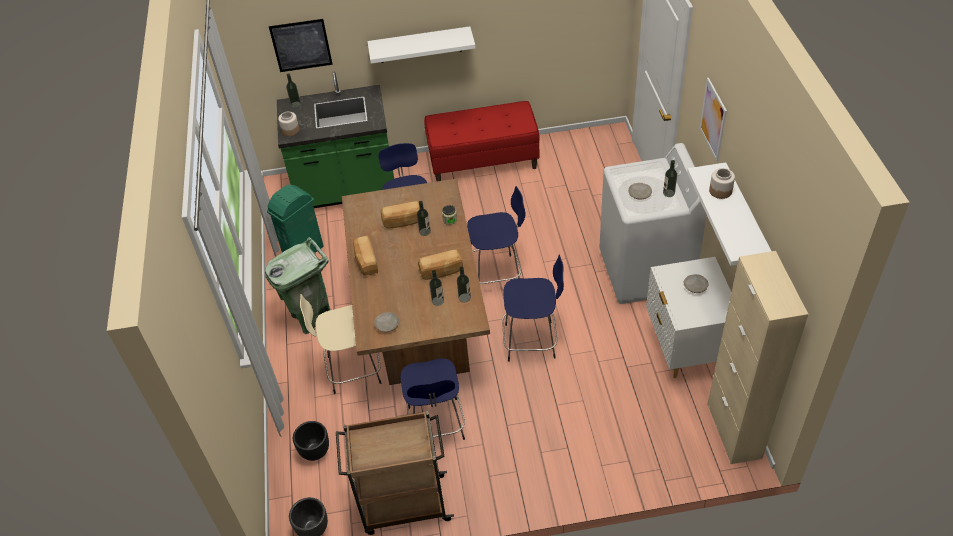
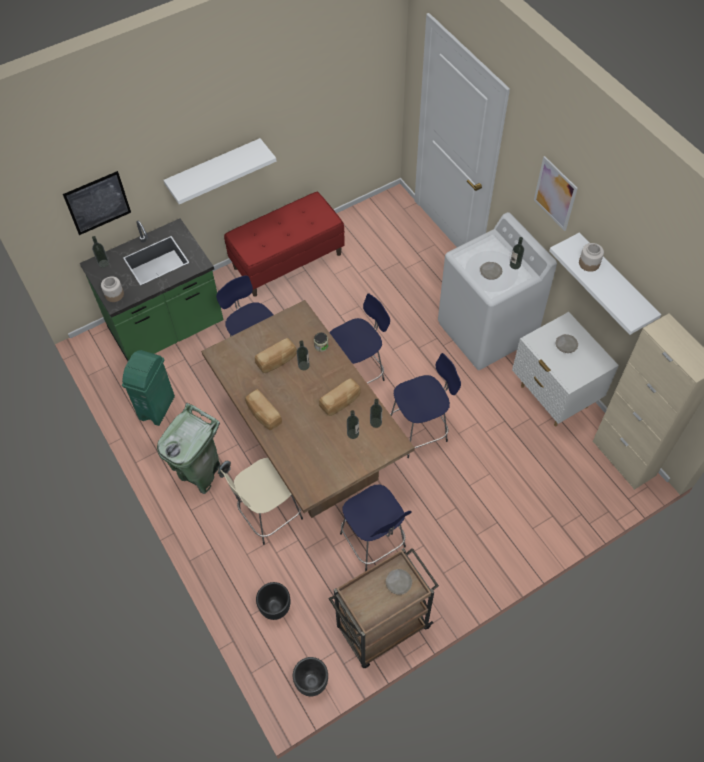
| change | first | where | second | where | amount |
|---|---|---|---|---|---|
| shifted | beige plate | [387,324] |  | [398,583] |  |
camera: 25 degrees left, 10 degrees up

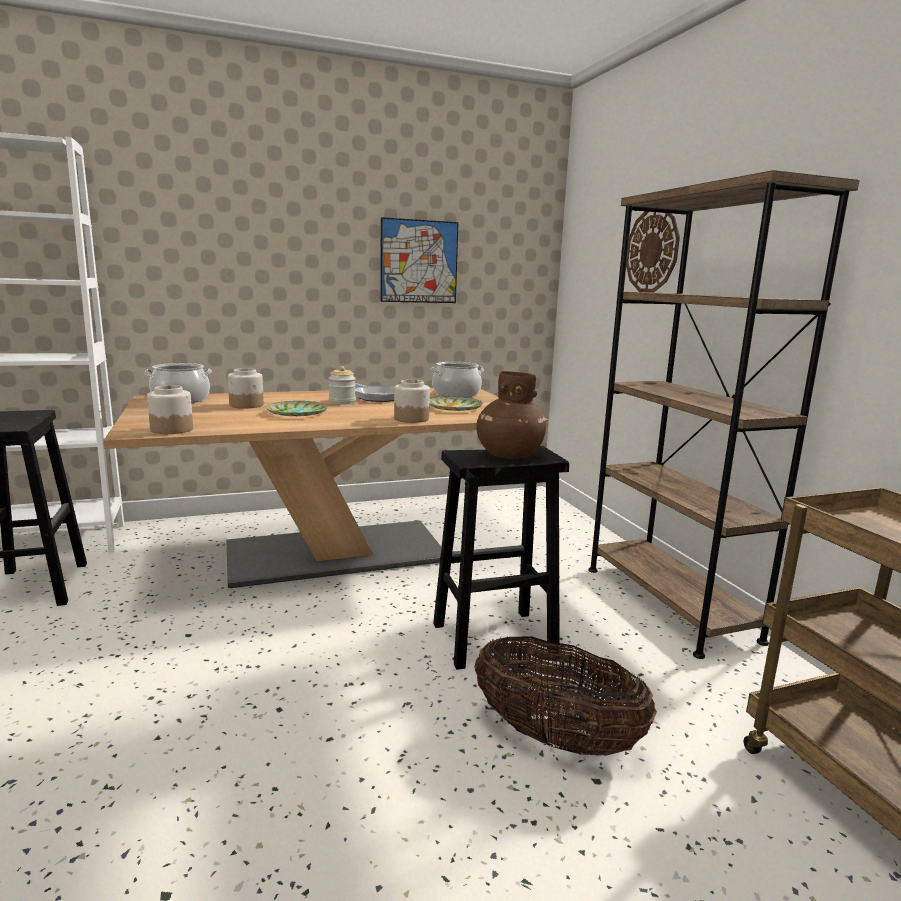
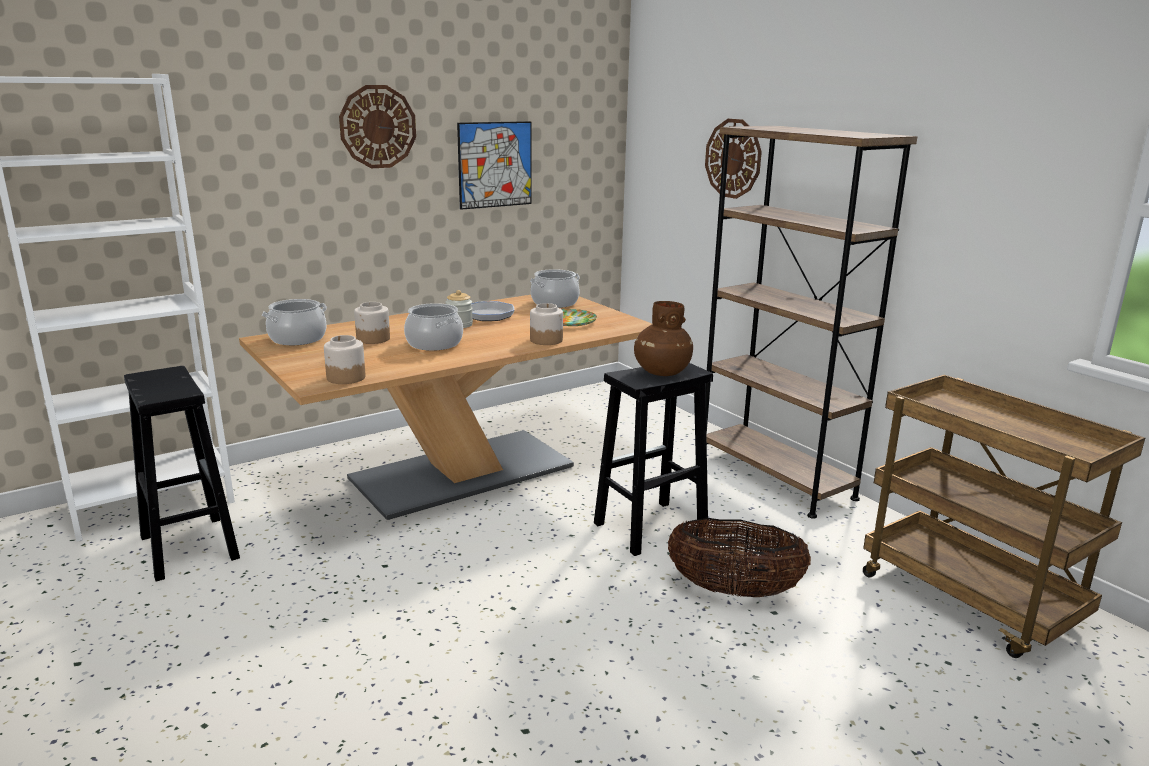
| change | first | where | second | where | amount |
|---|---|---|---|---|---|
| new |  |  | wall clock | [378,127] |  |
| swapped | plate | [297,412] | cooking pot | [434,344] |  |
camera: 15 degrees left, 5 degrees up

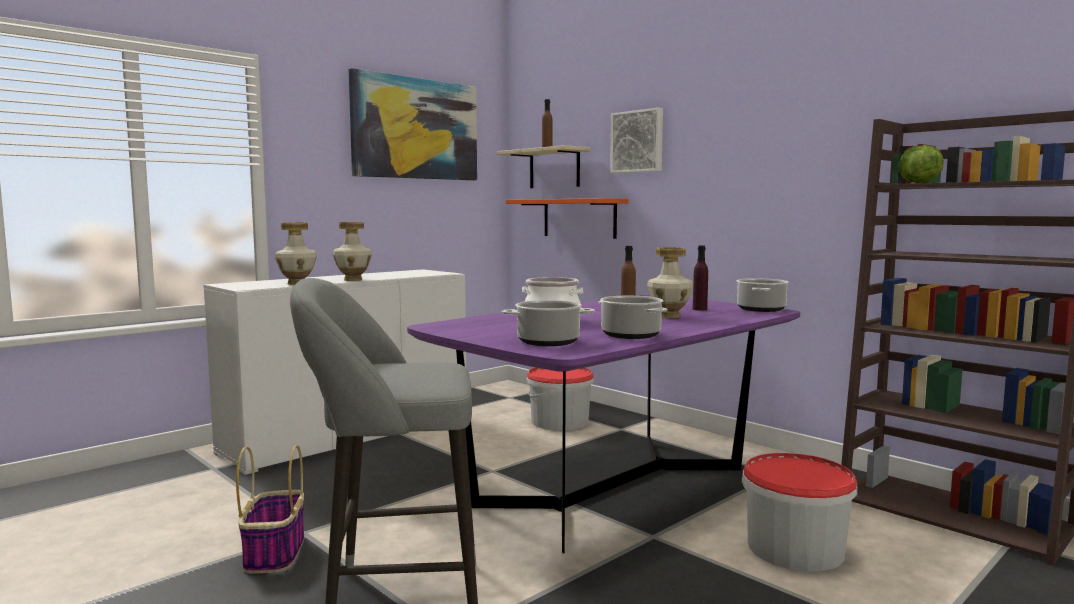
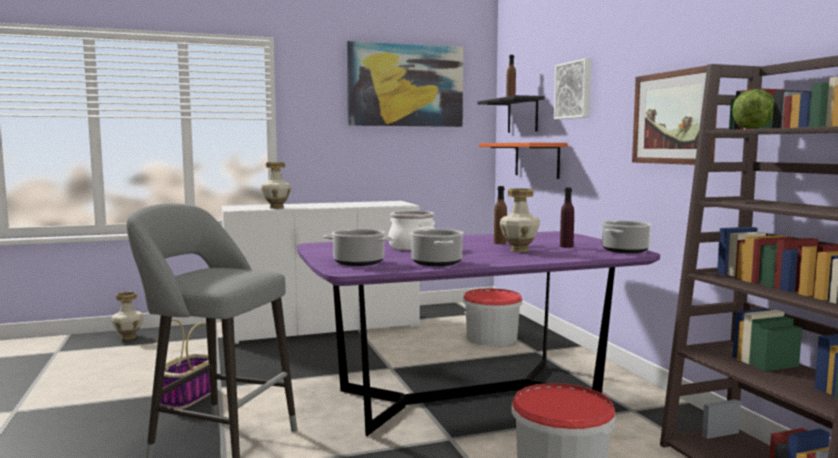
| change | first | where | second | where | amount |
|---|---|---|---|---|---|
| new |  |  | picture | [674,117] |  |
| shifted | vase | [353,280] |  | [128,337] |  |
| repainted | beige shelf | [554,168] | black shelf | [522,115] |  |
camera: 25 degrees right, 0 degrees up

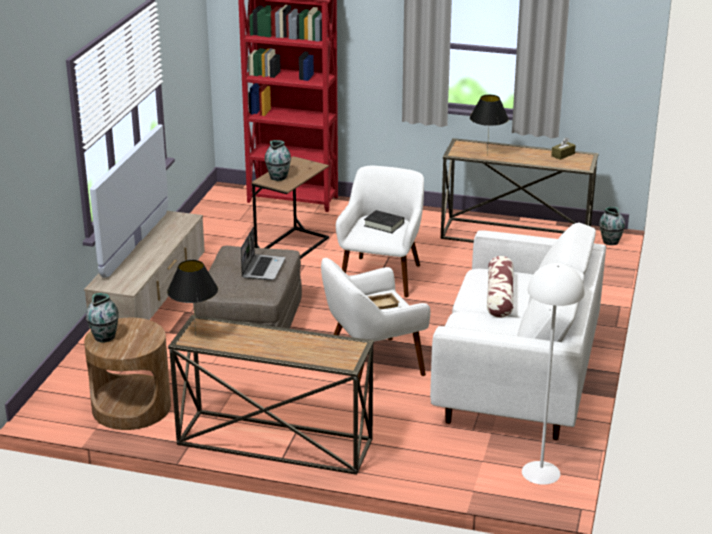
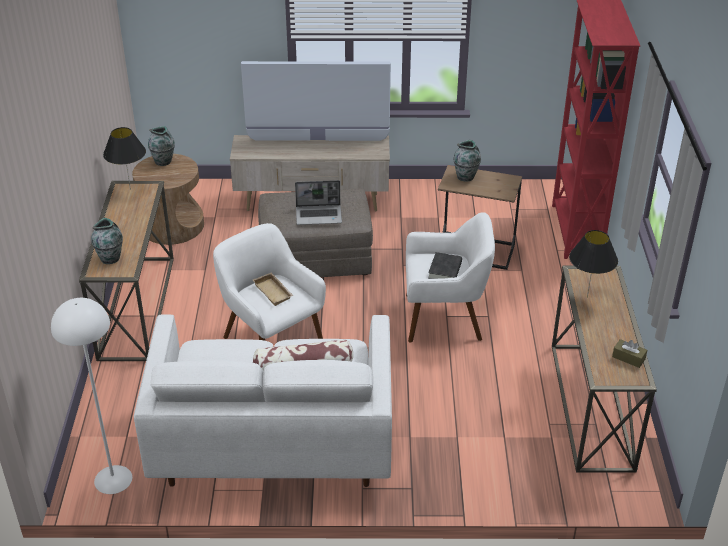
| change | first | where | second | where | amount |
|---|---|---|---|---|---|
| shifted | vase | [610,241] |  | [110,258] |  |
camera: 75 degrees right, 10 degrees up

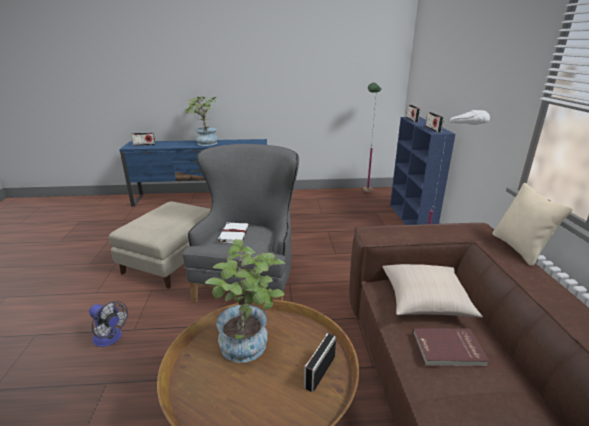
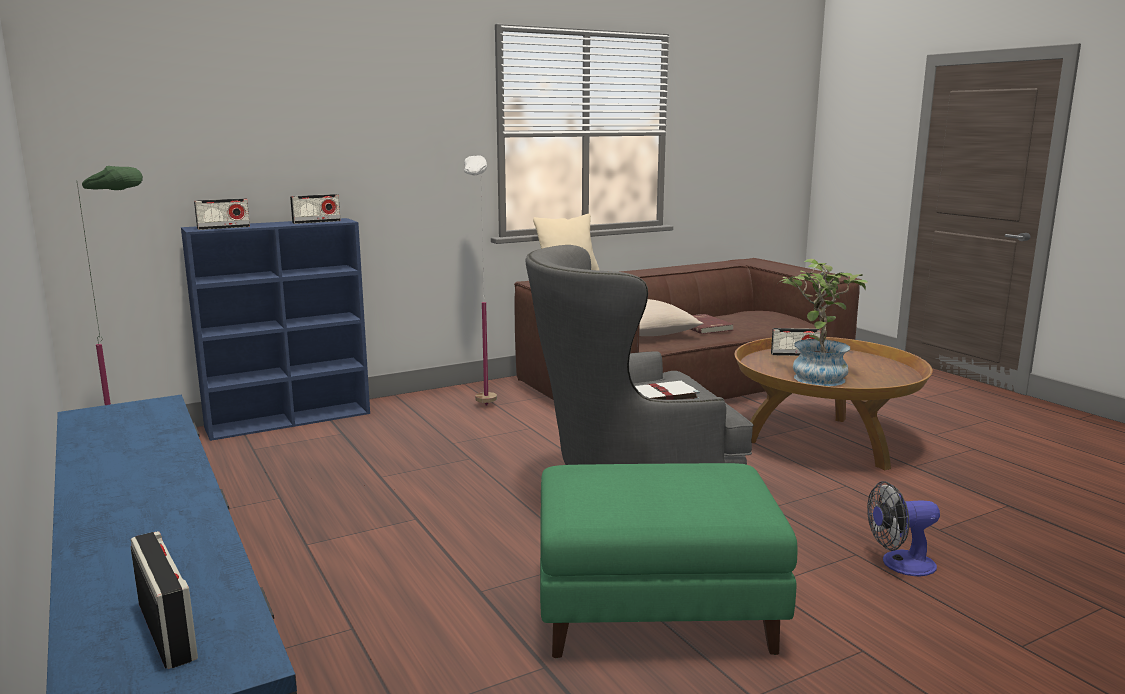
| change | first | where | second | where | amount |
|---|---|---|---|---|---|
| gone | potted plant | [205,144] |  |  |  |
| repainted | beige ottoman | [172,260] | green ottoman | [653,610] |  |
| rotated | fan | [110,339] |  | [899,564] | 105 degrees counterclockwise |
camera: 115 degrees left, 10 degrees down

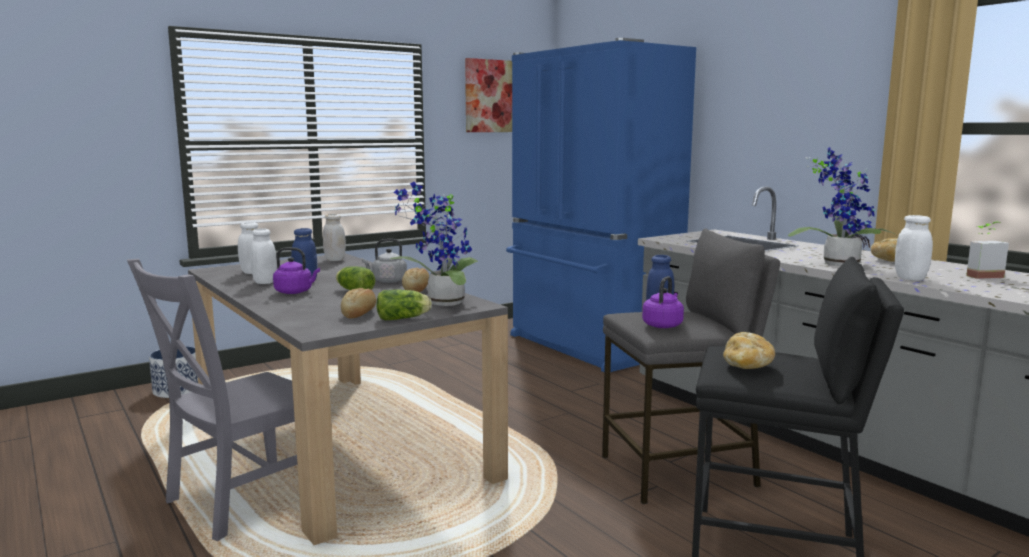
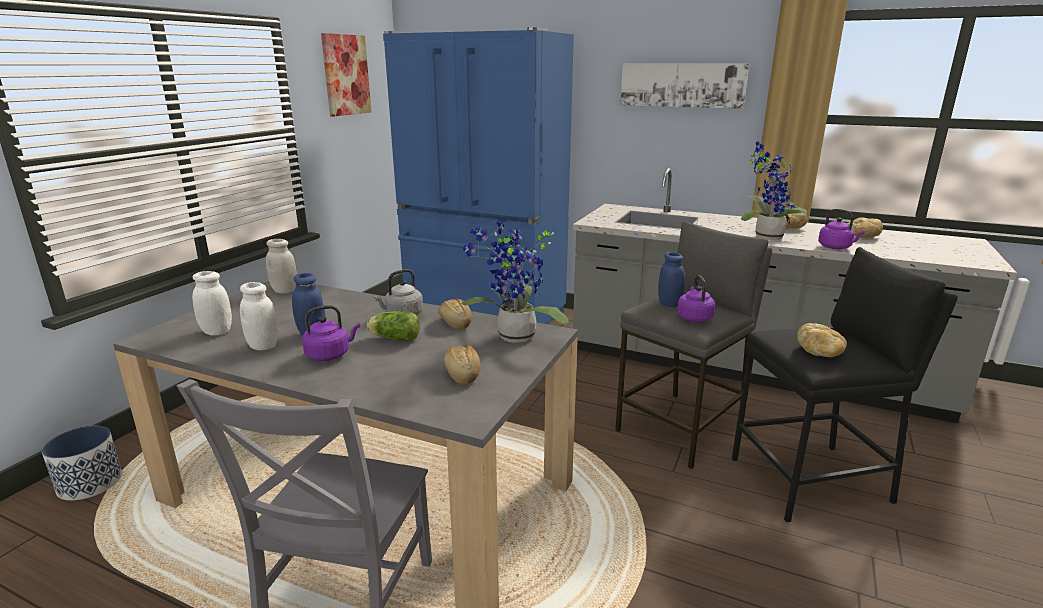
| change | first | where | second | where | amount |
|---|---|---|---|---|---|
| gone | lettuce | [404,318] |  |  |  |
| new |  |  | picture | [682,85] |  |
| swapped | white jar | [910,278] | purple kettle | [836,247] |  |
| swapped | potted plant | [980,275] | bread | [861,236] |  |
camera: 30 degrees left, 10 degrees up

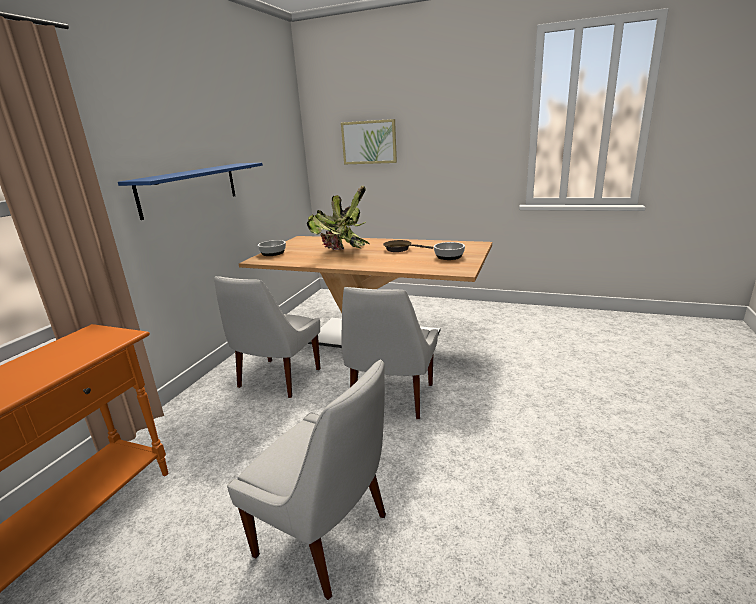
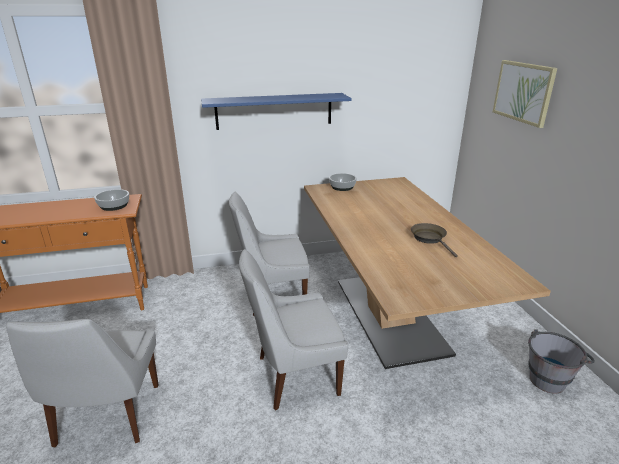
| change | first | where | second | where | amount |
|---|---|---|---|---|---|
| gone | potted plant | [342,252] |  |  |  |
| new |  |  | grey bucket | [550,377] |  |
| shifted | bowl | [448,256] |  | [114,205] |  |
camera: 55 degrees right, 5 degrees up

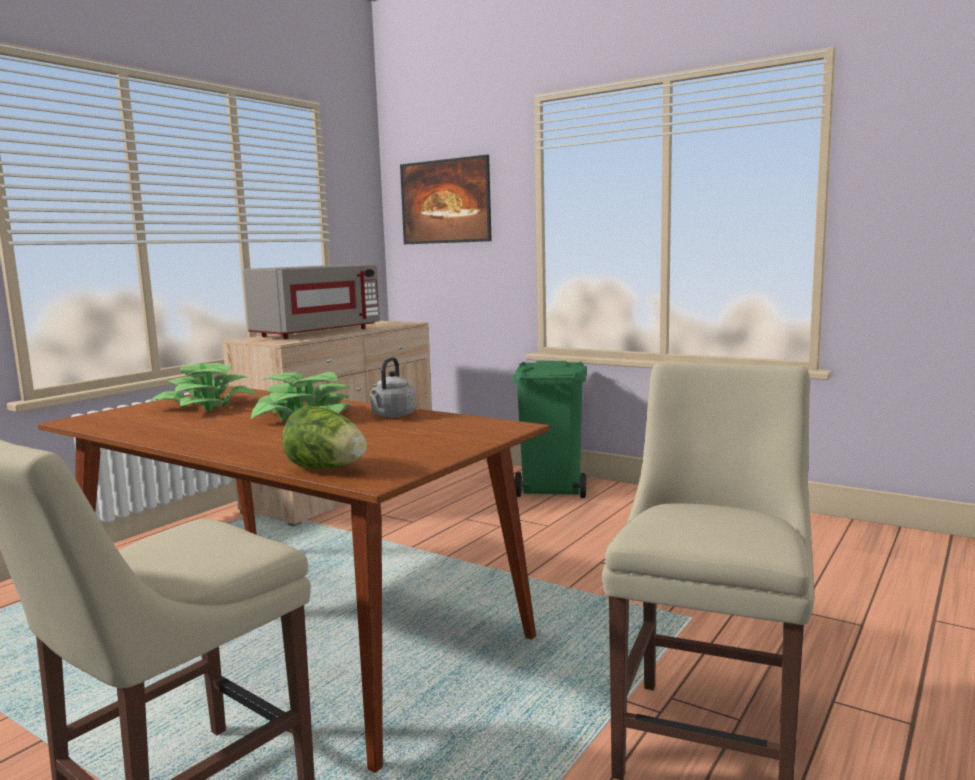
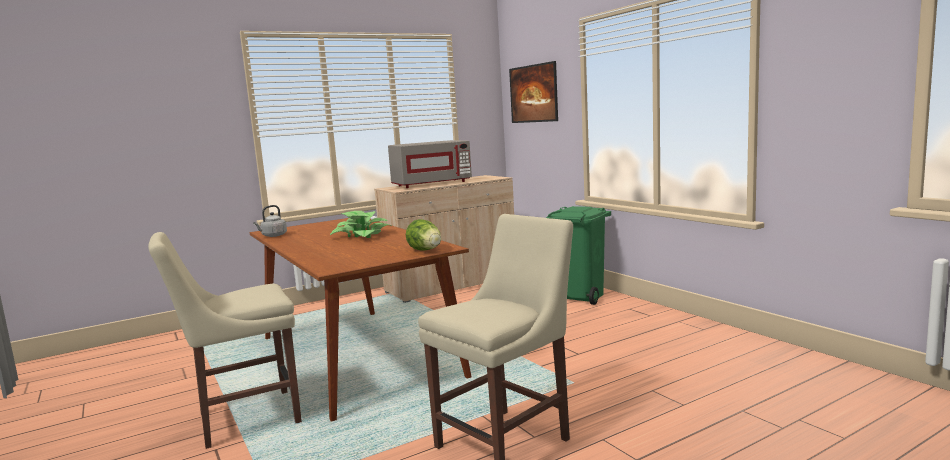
| change | first | where | second | where | amount |
|---|---|---|---|---|---|
| gone | potted plant | [205,405] |  |  |  |
| shifted | lettuce | [327,469] |  | [426,250] |  |
| shifted | grey kettle | [393,416] |  | [273,236] |  |
camera: 25 degrees right, 0 degrees up

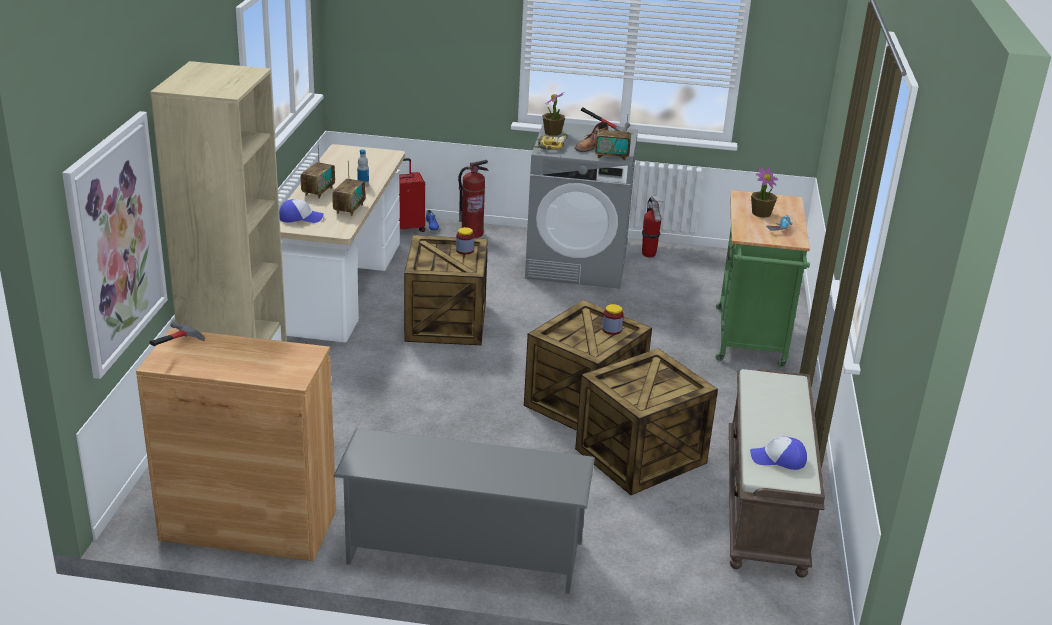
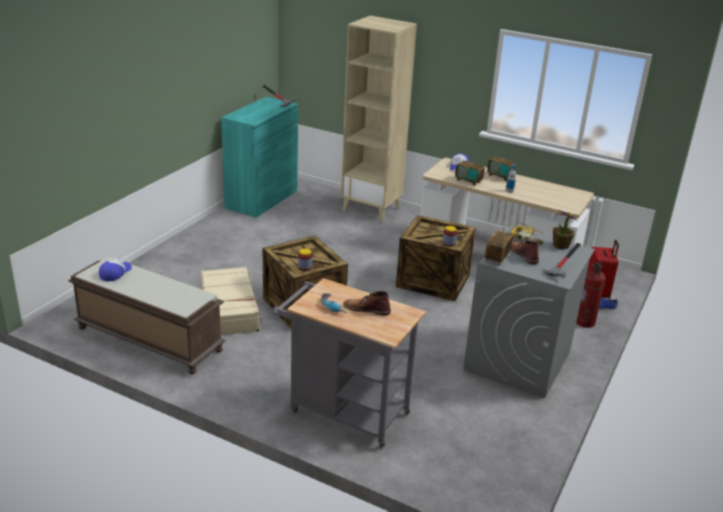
| change | first | where | second | where | amount |
|---|---|---|---|---|---|
| gone | picture | [115,242] |  |  |  |
| gone | grey shoe rack | [463,553] |  |  |  |
| gone | fire extinguisher | [649,254] |  |  |  |
| swapped | crate | [641,457] | beige suitcase | [230,310] |  |
| swapped | potted plant | [761,213] | brown boot | [366,309] |  |
| repainted | brown cabinet | [249,525] | turquoise cabinet | [261,199] |  |
| repainted | green cart | [750,341] | grey cart | [343,411] |  |
camera: 110 degrees right, 0 degrees up

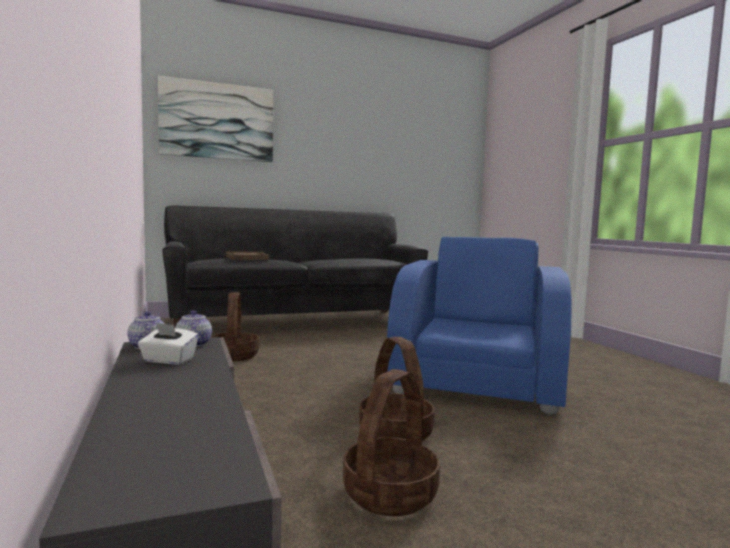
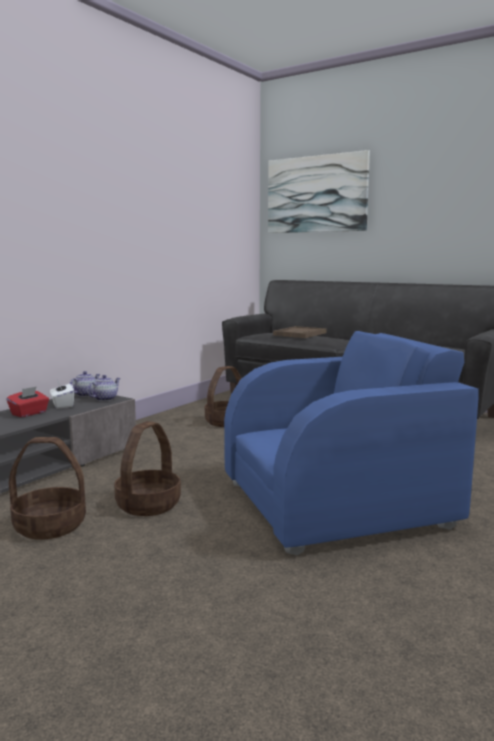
| change | first | where | second | where | amount |
|---|---|---|---|---|---|
| new |  |  | red tissue box | [29,413] |  |
camera: 55 degrees right, 5 degrees up

